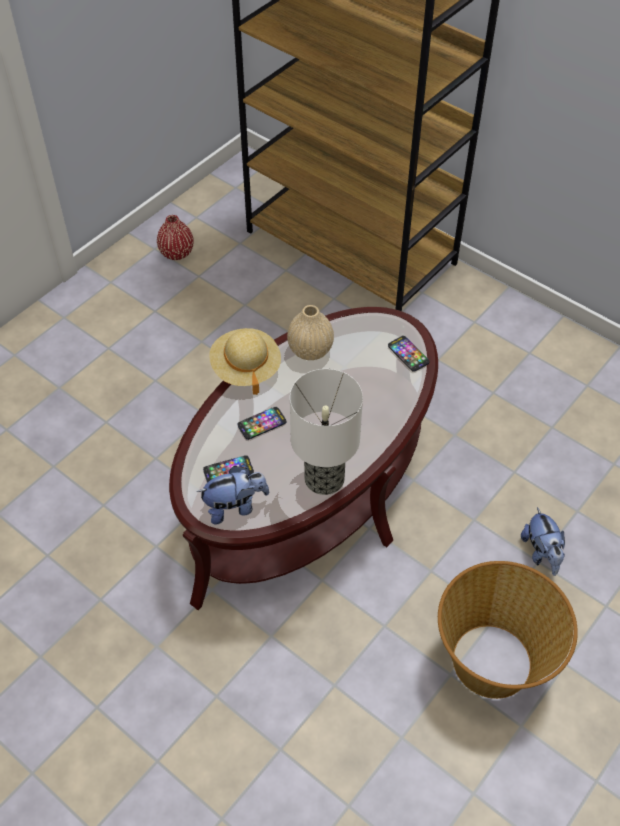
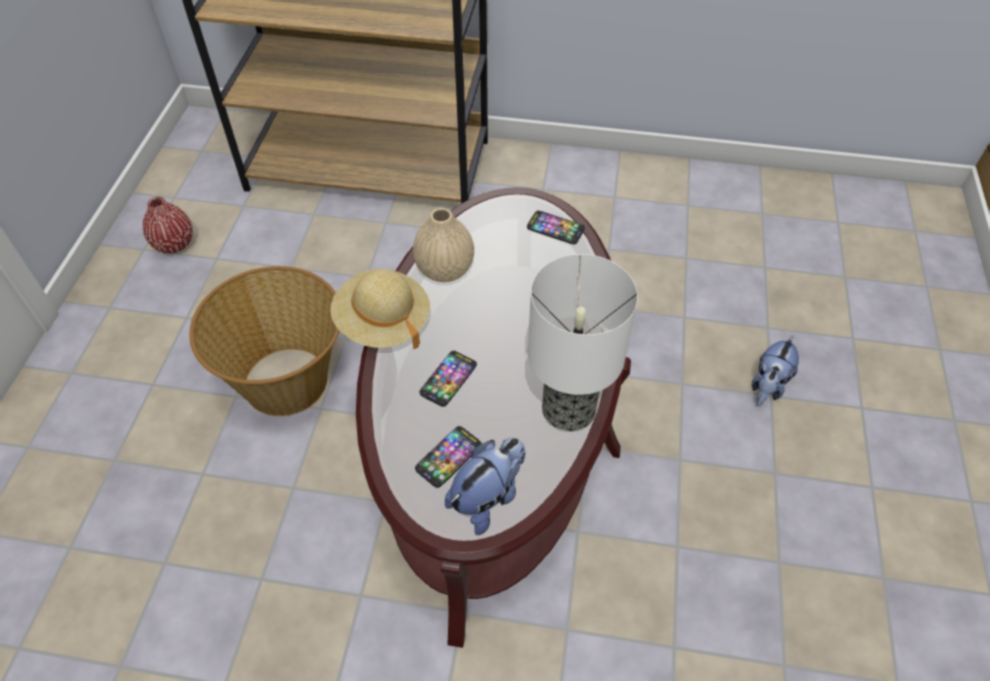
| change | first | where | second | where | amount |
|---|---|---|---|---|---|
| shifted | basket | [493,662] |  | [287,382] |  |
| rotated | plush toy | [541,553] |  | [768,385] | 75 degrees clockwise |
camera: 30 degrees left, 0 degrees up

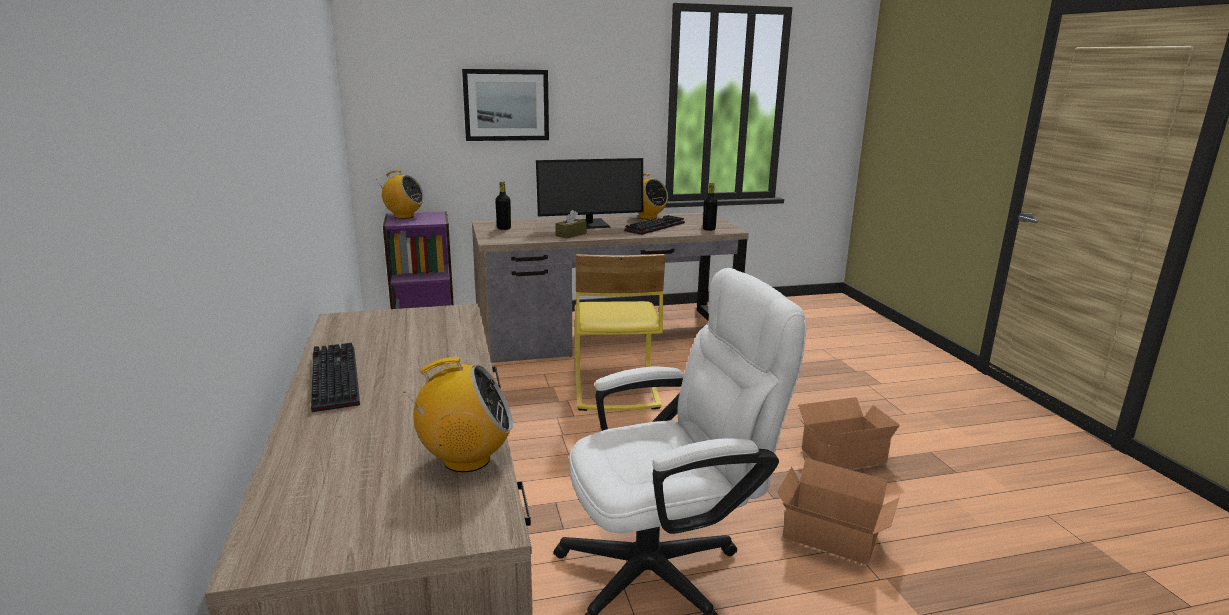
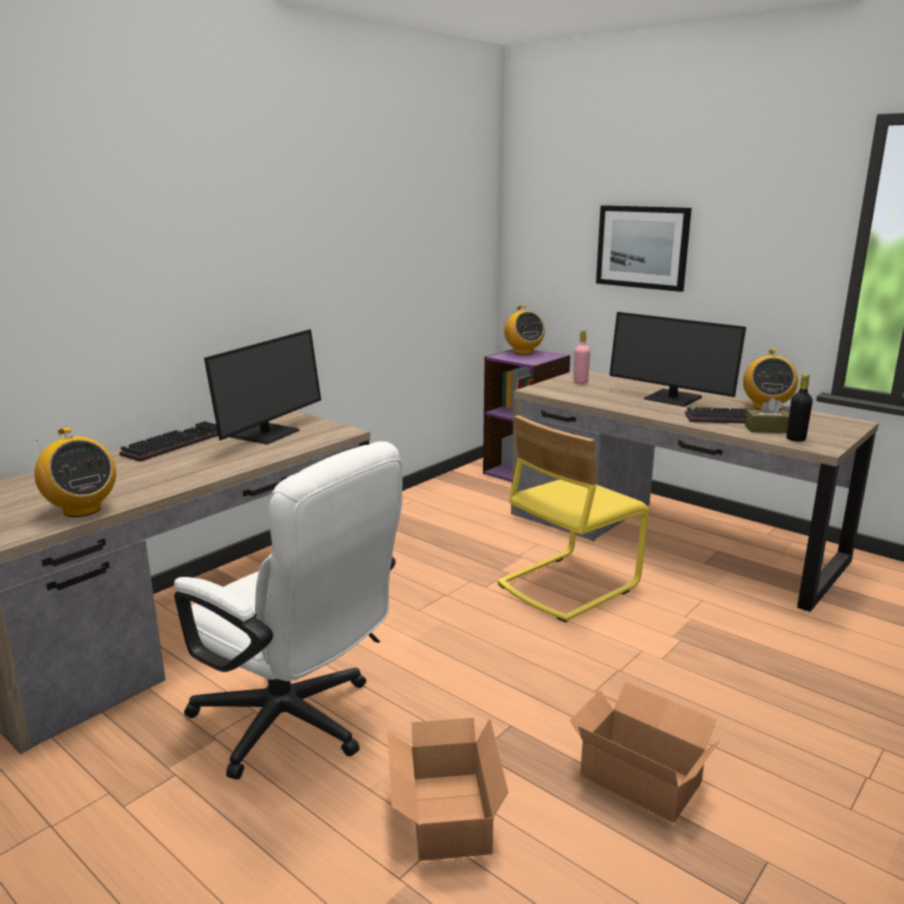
| change | first | where | second | where | amount |
|---|---|---|---|---|---|
| new |  |  | monitor | [266,434] |  |
| shifted | brown tissue box | [571,234] |  | [767,429] |  |
| repainted | black bottle | [504,228] | pink bottle | [580,382] |  |
camera: 55 degrees right, 0 degrees up

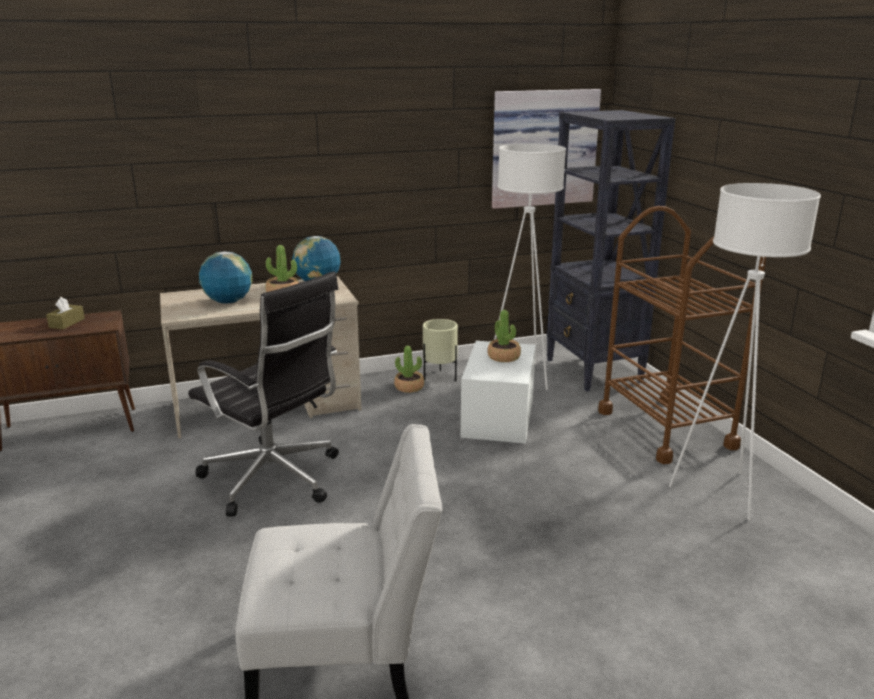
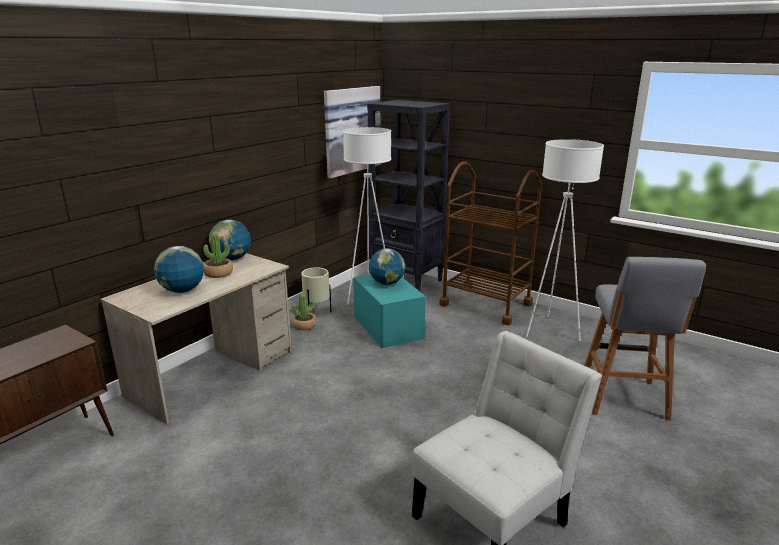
| change | first | where | second | where | amount |
|---|---|---|---|---|---|
| gone | brown tissue box | [67,323] |  |  |  |
| gone | black office chair | [274,479] |  |  |  |
| new |  |  | grey stool | [623,399] |  |
| swapped | potted plant | [504,357] | globe | [387,283] |  |
| repainted | white storage box | [498,417] | turquoise storage box | [387,327] |  |
camera: 35 degrees left, 0 degrees up

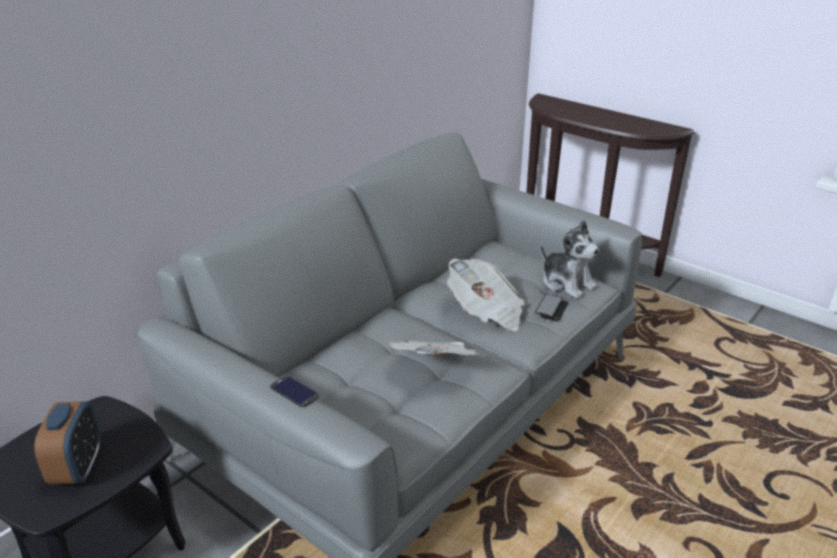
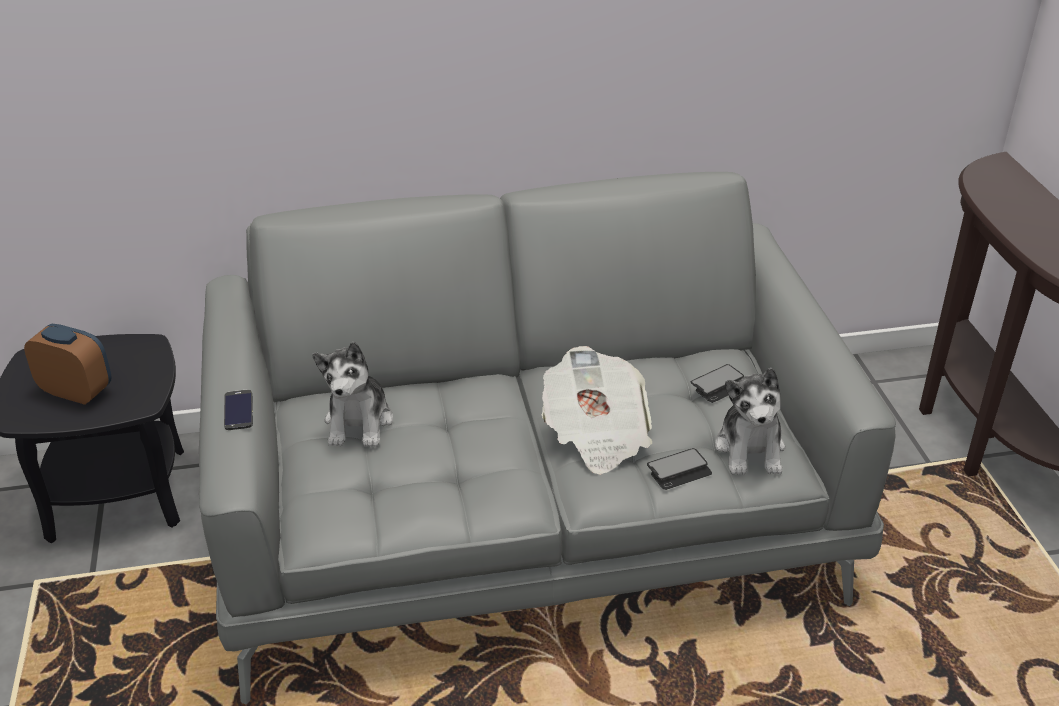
| change | first | where | second | where | amount |
|---|---|---|---|---|---|
| gone | newspaper | [436,366] |  |  |  |
| new |  |  | plush toy | [359,422] |  |
| new |  |  | phone | [719,385] |  |
| rotated | alarm clock | [78,468] |  | [77,392] | 105 degrees counterclockwise |
camera: 40 degrees right, 5 degrees up

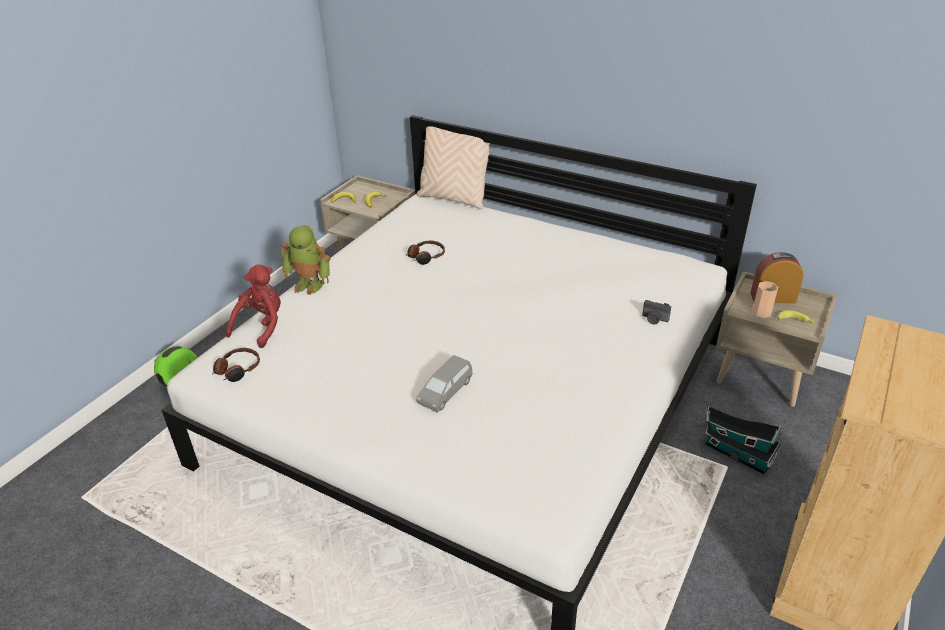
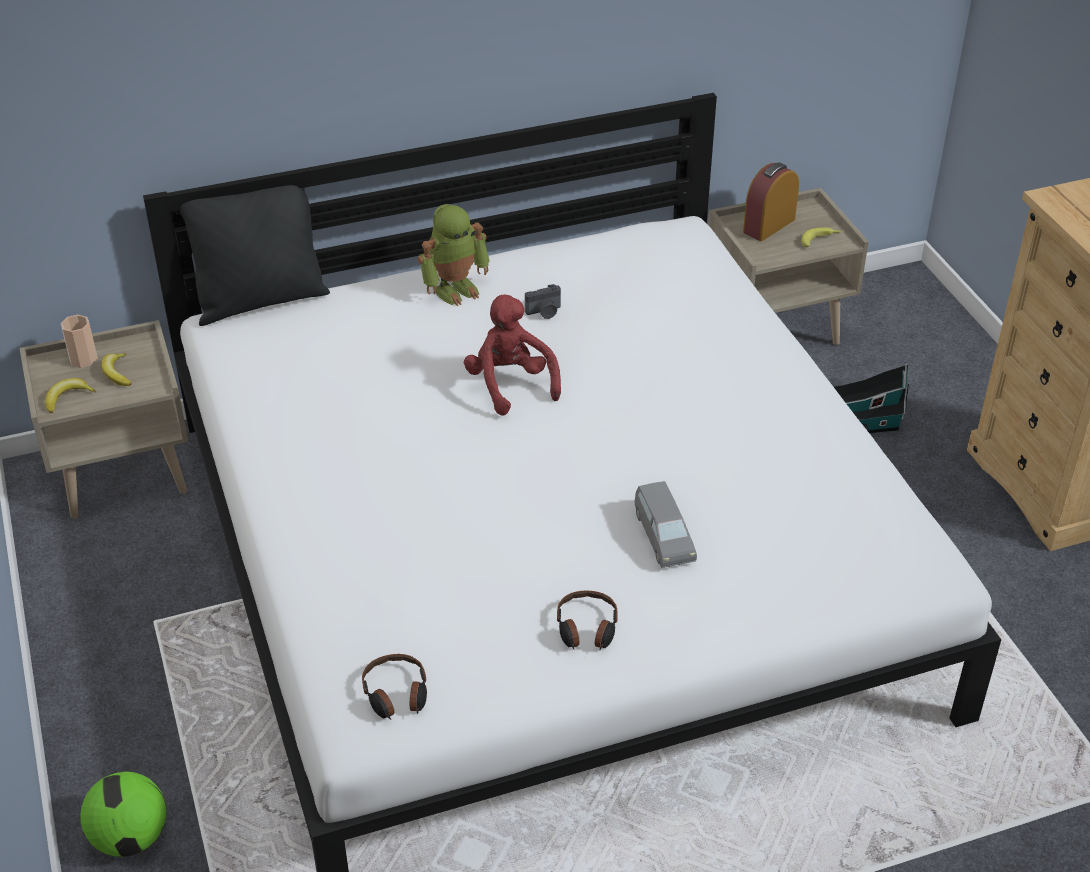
| change | first | where | second | where | amount |
|---|---|---|---|---|---|
| shifted | red plush toy | [262,326] |  | [510,384] |  |
| shifted | toy robot | [310,284] |  | [455,289] |  |
| shifted | headphones | [425,257] |  | [586,629] |  |
| shifted | photo camera | [654,319] |  | [544,312] |  |
| shifted | cup | [761,312] |  | [83,359] |  |
| repainted | beige pillow | [454,199] | black pillow | [261,301] |  |
camera: 50 degrees left, 5 degrees up

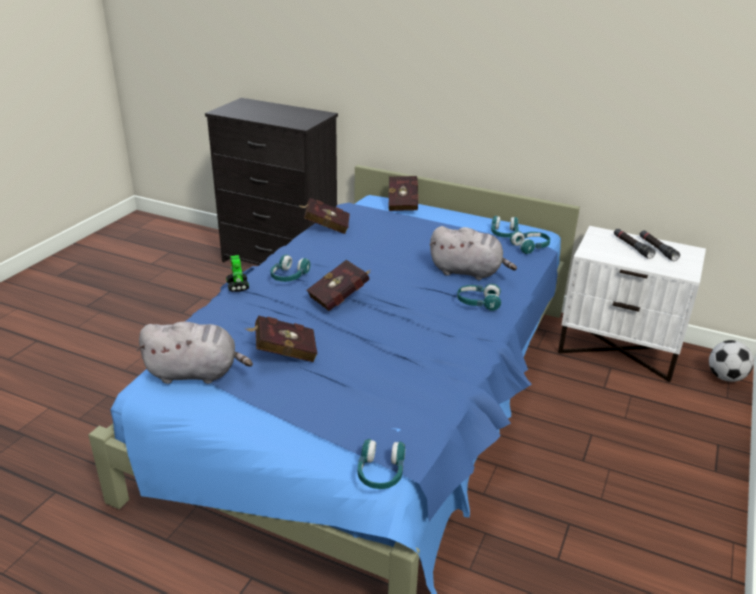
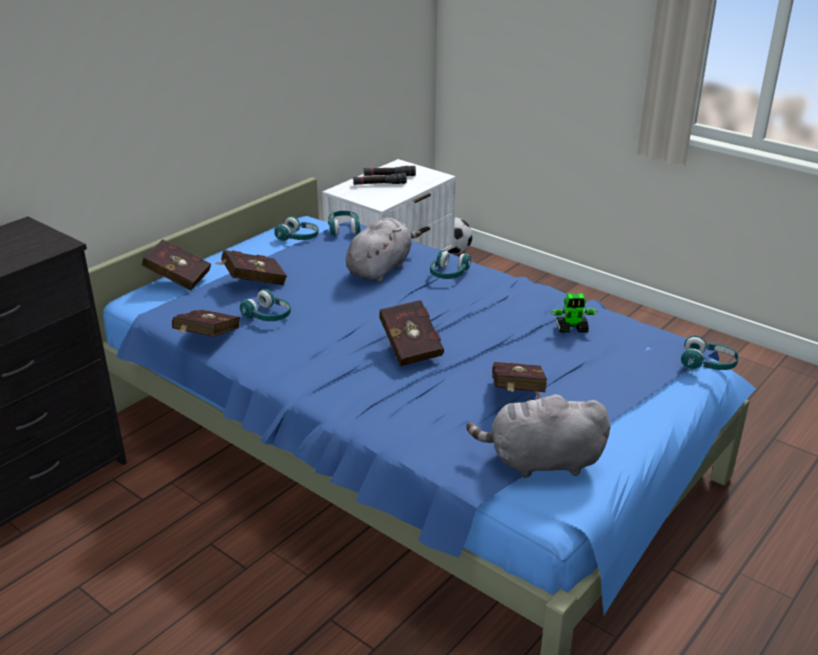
| change | first | where | second | where | amount |
|---|---|---|---|---|---|
| new |  |  | red book | [252,282] |  |
| shifted | toy robot | [237,286] |  | [572,329] |  |
| shifted | turquoise headphones | [289,276] |  | [268,316] |  |
| rotated | grey plush toy | [196,373] |  | [540,462] | 105 degrees counterclockwise |
camera: 75 degrees left, 0 degrees up

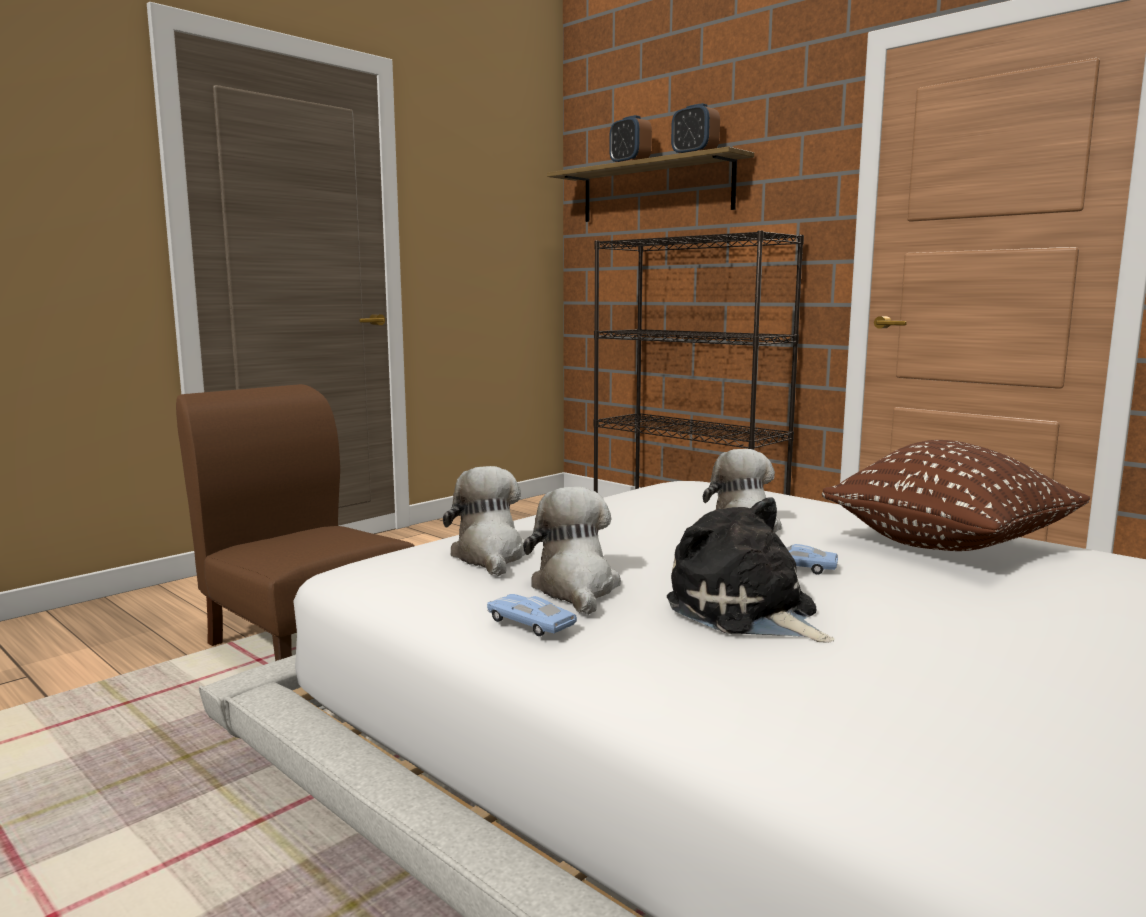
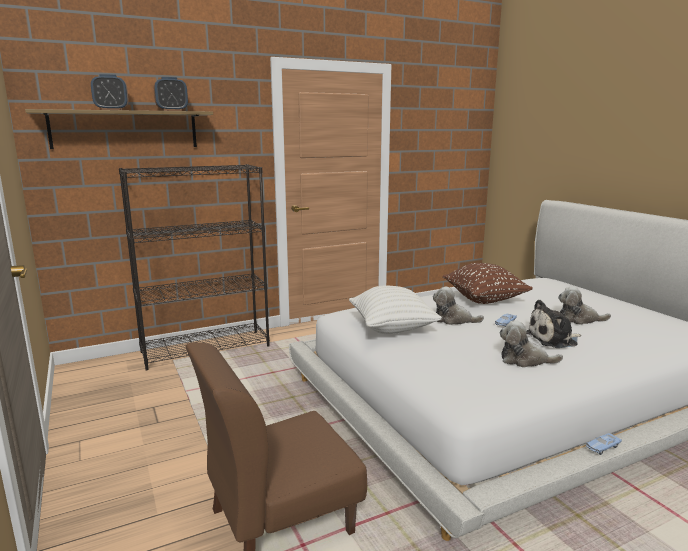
| change | first | where | second | where | amount |
|---|---|---|---|---|---|
| new |  |  | white pillow | [392,328] |  |
| shifted | plush toy | [490,556] |  | [579,319] |  |
| shifted | blue toy car | [530,624] |  | [603,447] |  |
camera: 70 degrees left, 5 degrees up

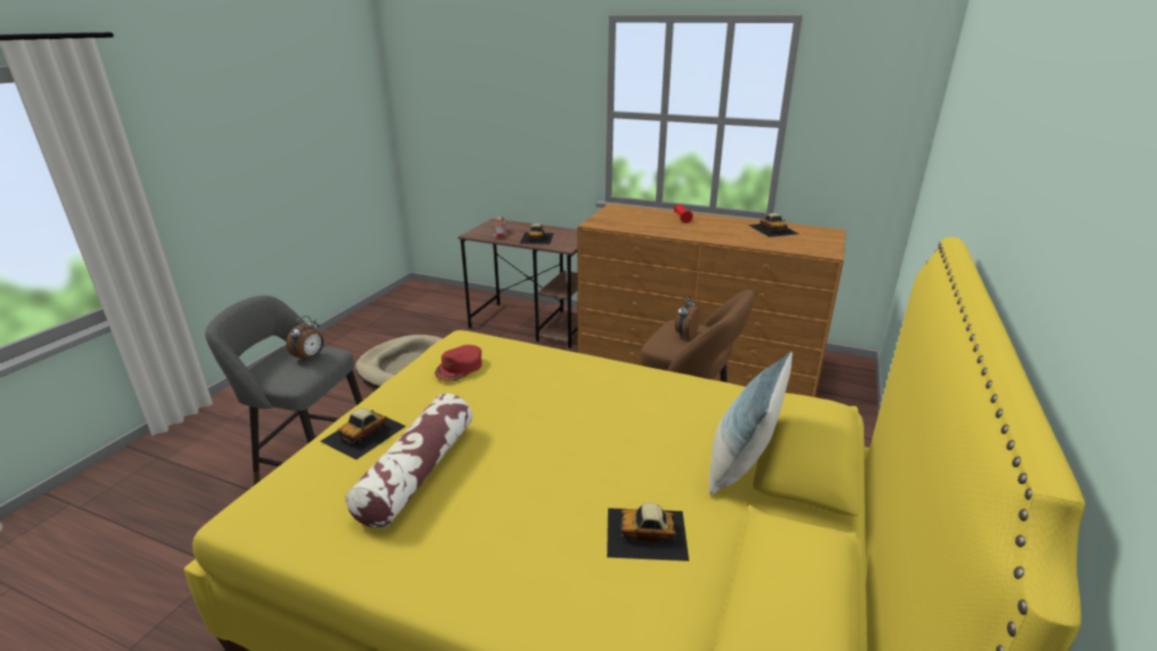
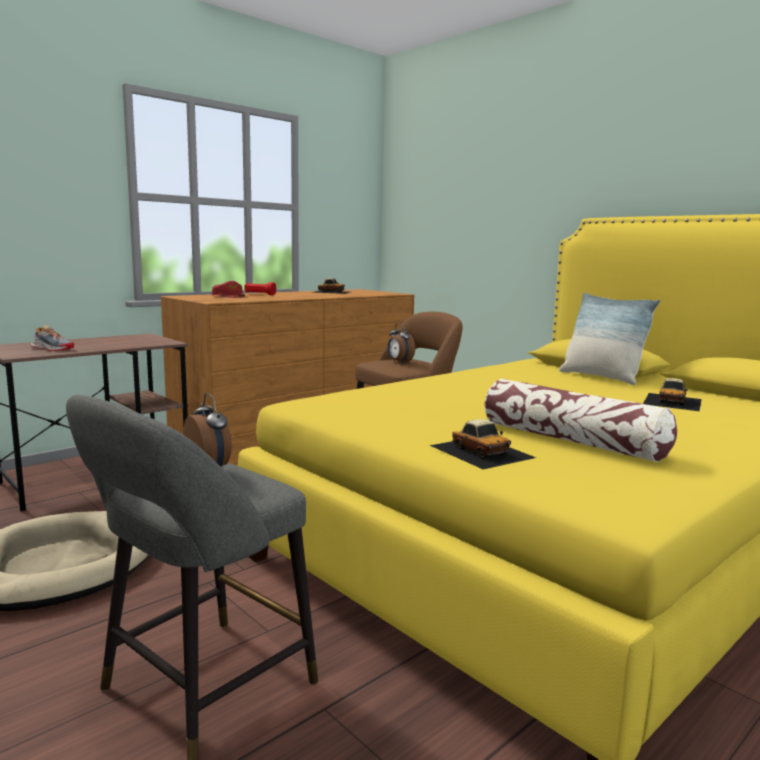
| change | first | where | second | where | amount |
|---|---|---|---|---|---|
| gone | toy car | [537,238] |  |  |  |
| shifted | red cap | [459,368] |  | [228,296] |  |
camera: 65 degrees left, 15 degrees down

